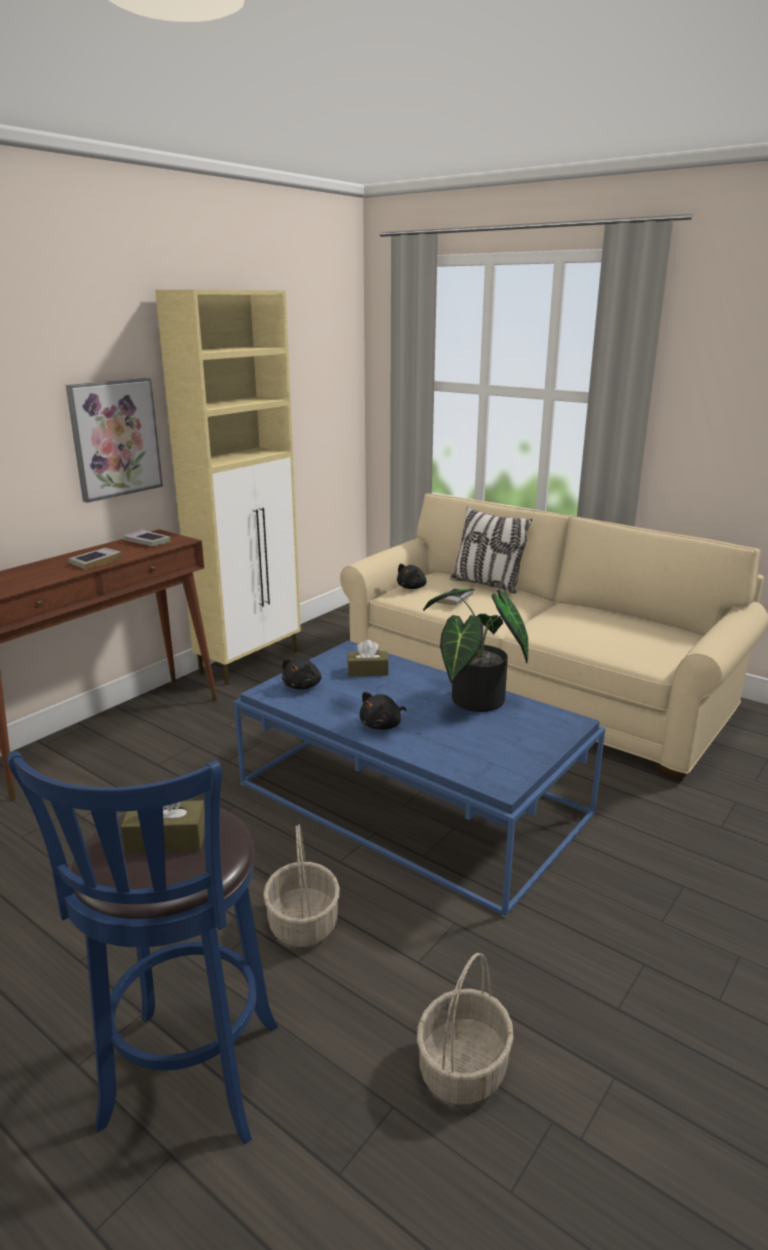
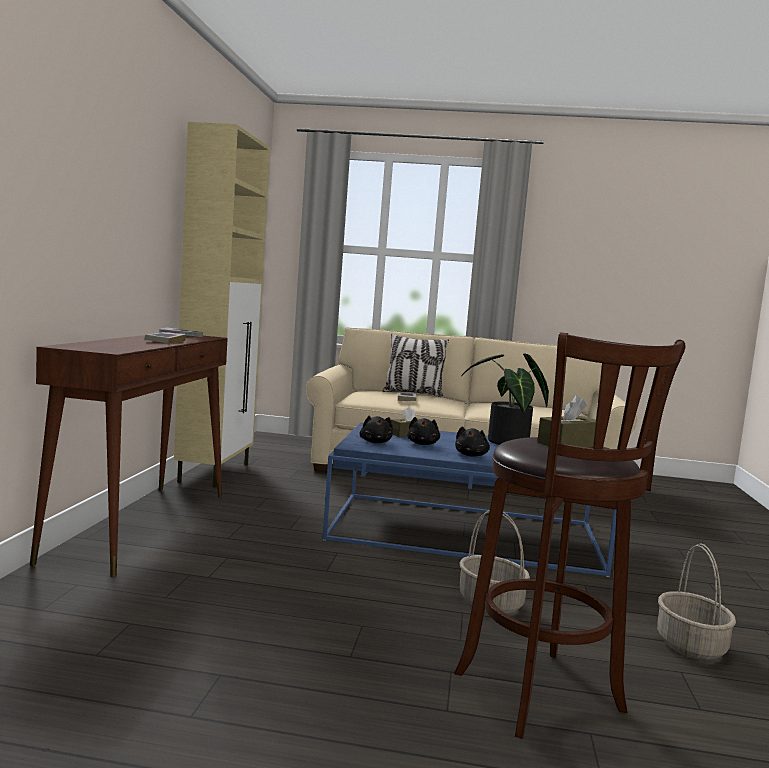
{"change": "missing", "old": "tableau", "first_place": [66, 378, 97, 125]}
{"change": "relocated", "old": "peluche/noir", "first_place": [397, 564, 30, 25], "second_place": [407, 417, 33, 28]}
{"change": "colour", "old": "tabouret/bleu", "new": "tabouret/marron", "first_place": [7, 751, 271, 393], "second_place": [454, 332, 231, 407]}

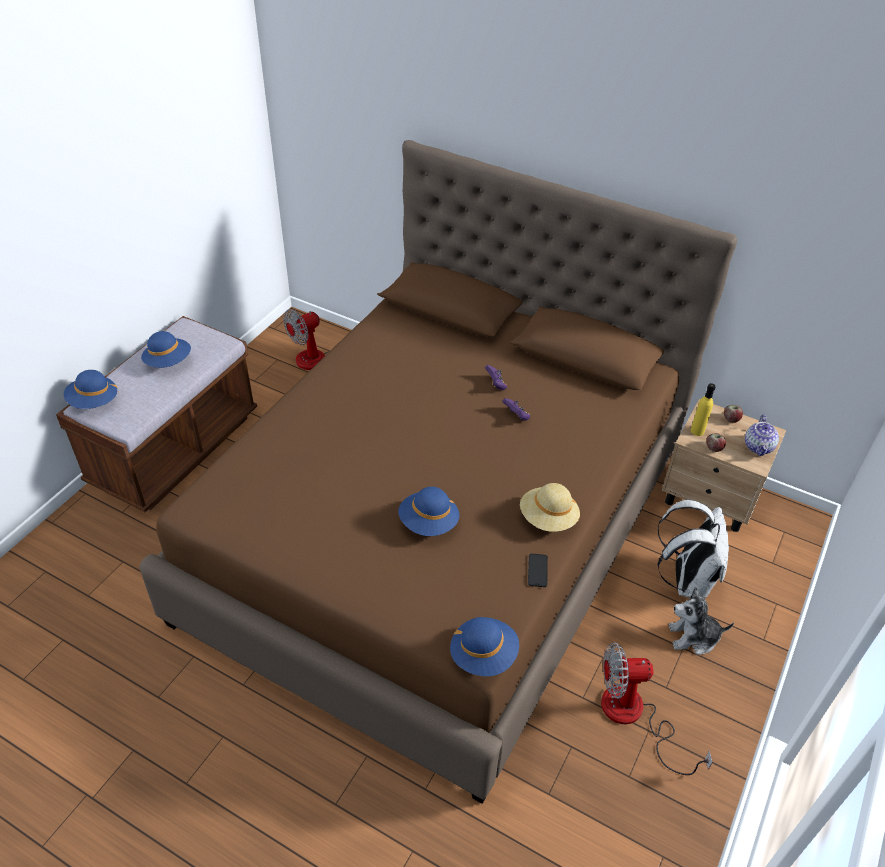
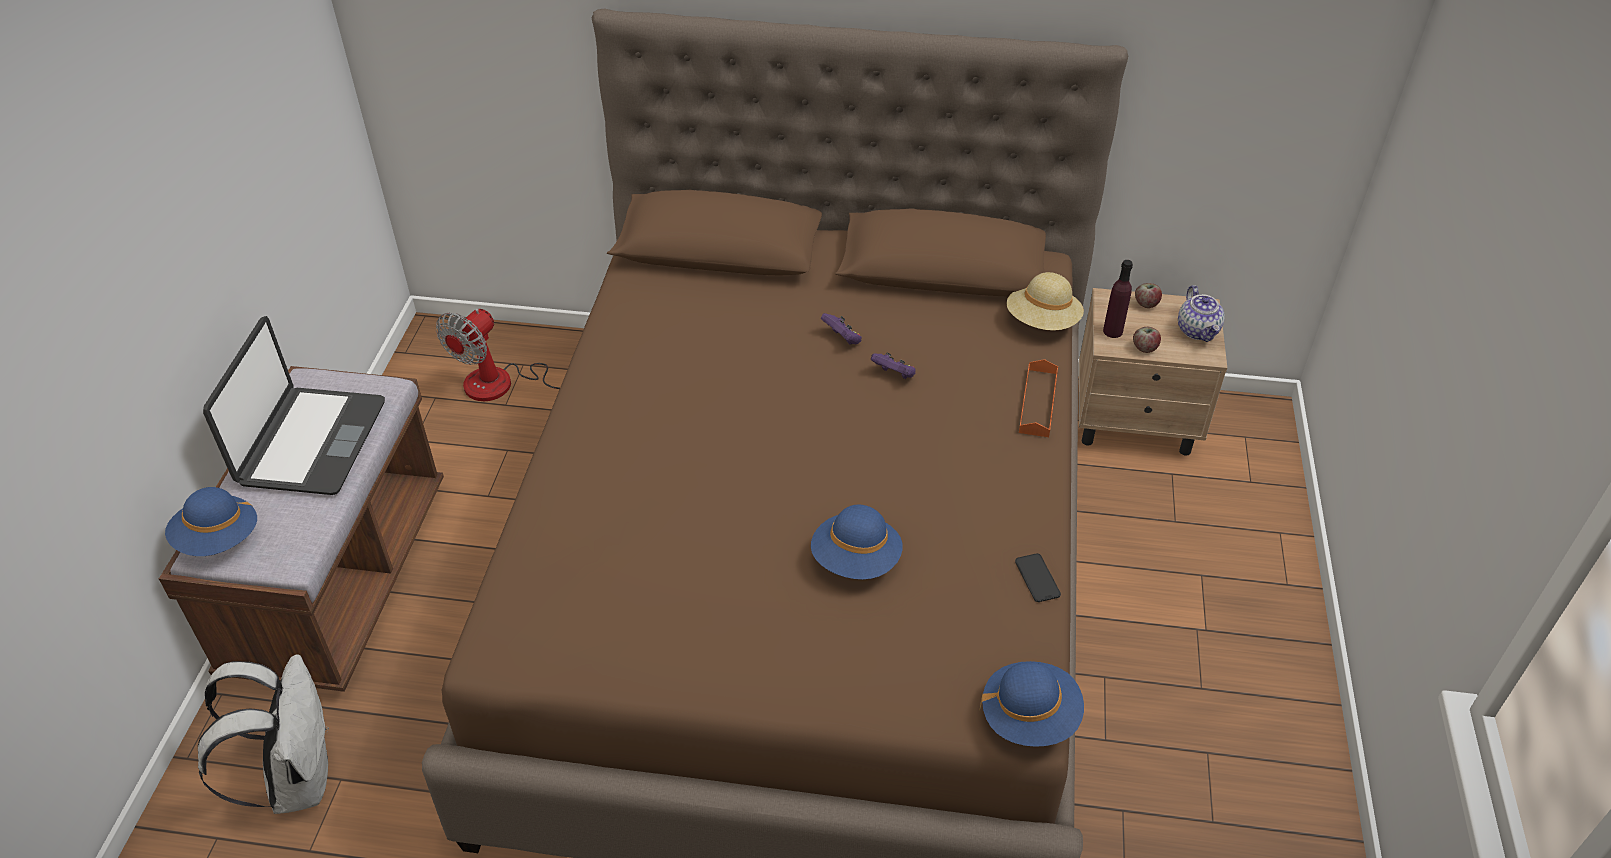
{"change": "exchanged", "old": "chapeau/bleu", "new": "ordinateur portable", "first_place": [141, 331, 50, 37], "second_place": [203, 316, 182, 179]}
{"change": "colour", "old": "bouteille/jaune", "new": "bouteille/violet", "first_place": [691, 383, 24, 53], "second_place": [1103, 260, 30, 78]}
{"change": "relocated", "old": "chapeau/beige", "first_place": [520, 483, 60, 49], "second_place": [1006, 272, 78, 59]}
{"change": "relocated", "old": "sac à dos/blanc", "first_place": [657, 500, 72, 98], "second_place": [198, 654, 131, 160]}
{"change": "missing", "old": "peluche", "first_place": [669, 587, 65, 68]}
{"change": "missing", "old": "ventilateur", "first_place": [601, 642, 111, 133]}
{"change": "appeared", "new": "plateau/orange", "second_place": [1019, 359, 39, 78]}

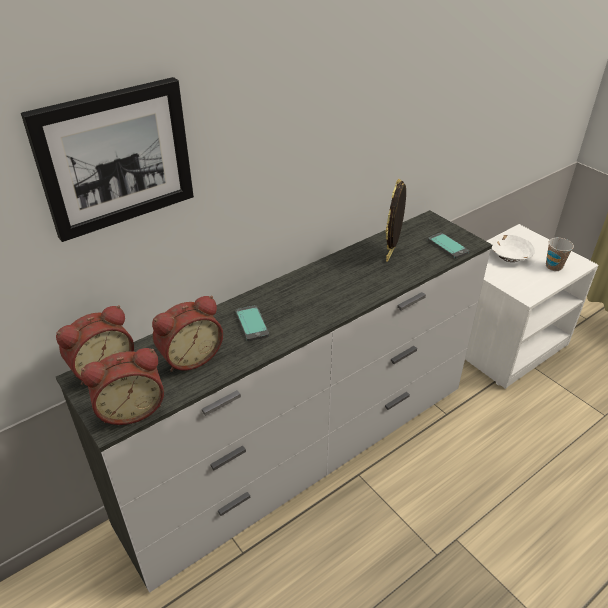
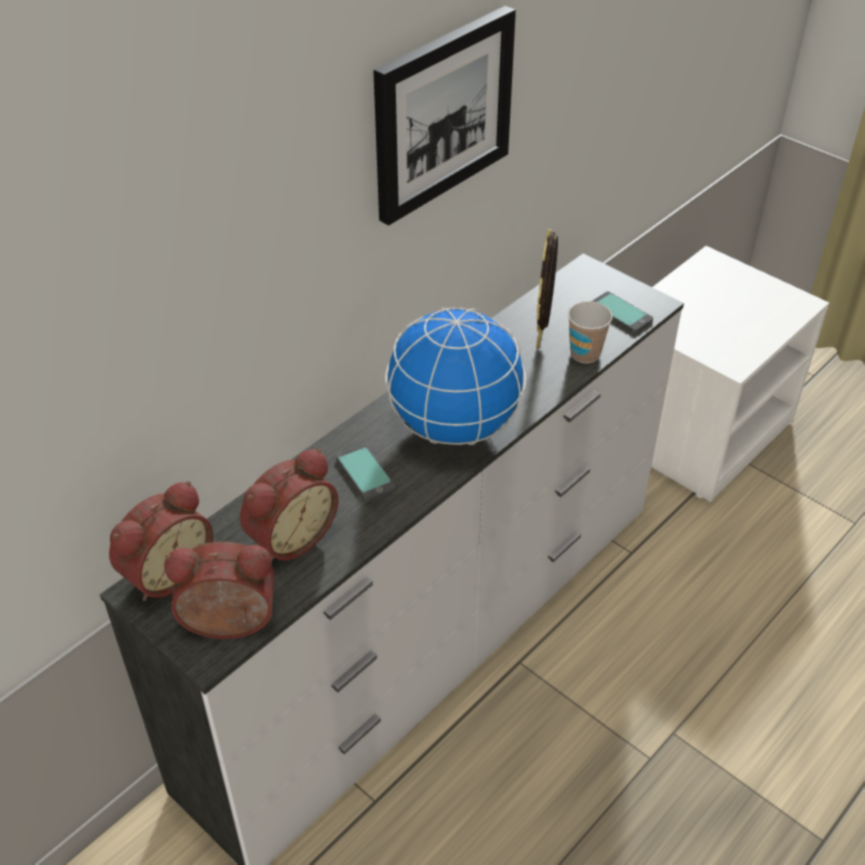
{"change": "relocated", "old": "tableau", "first_place": [21, 77, 173, 165], "second_place": [373, 6, 143, 220]}
{"change": "missing", "old": "bol/blanc", "first_place": [490, 235, 45, 27]}
{"change": "relocated", "old": "tasse", "first_place": [546, 238, 28, 33], "second_place": [568, 301, 45, 62]}
{"change": "spun", "old": "réveil", "first_place": [81, 348, 83, 77], "second_place": [164, 542, 110, 97], "degrees": -150}
{"change": "appeared", "new": "globe", "second_place": [385, 307, 141, 138]}

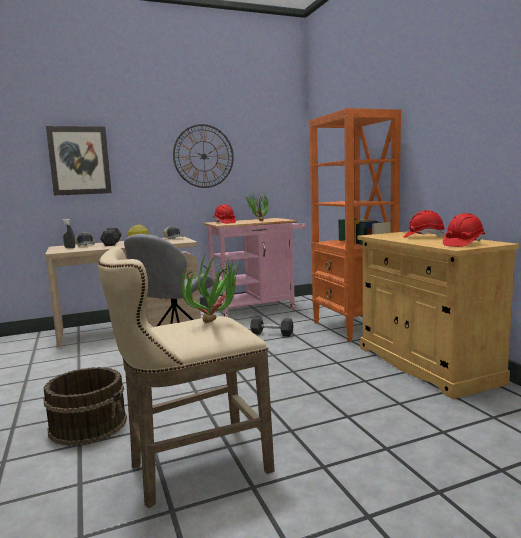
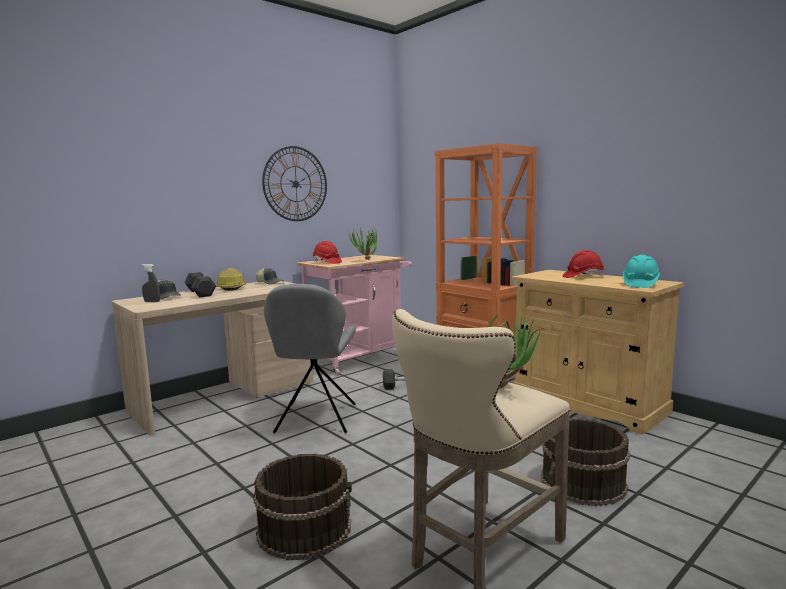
{"change": "missing", "old": "tableau", "first_place": [46, 126, 66, 70]}
{"change": "colour", "old": "casque de chantier/rouge", "new": "casque de chantier/turquoise", "first_place": [443, 213, 42, 34], "second_place": [623, 255, 37, 33]}
{"change": "appeared", "new": "seau/marron", "second_place": [541, 418, 89, 88]}

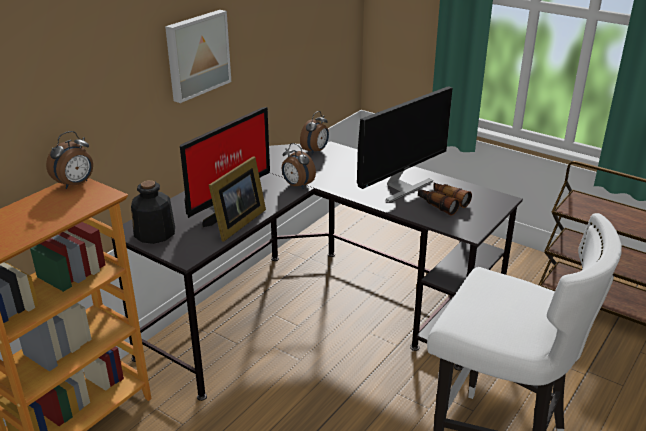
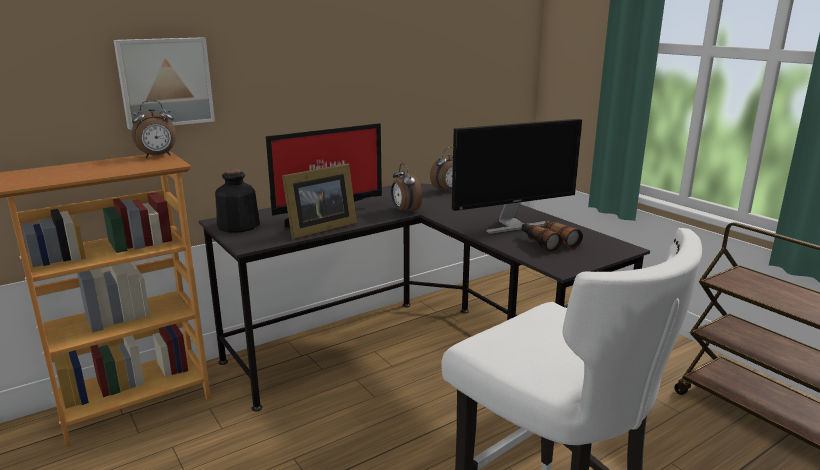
{"change": "relocated", "old": "tableau", "first_place": [165, 10, 66, 93], "second_place": [113, 37, 102, 93]}

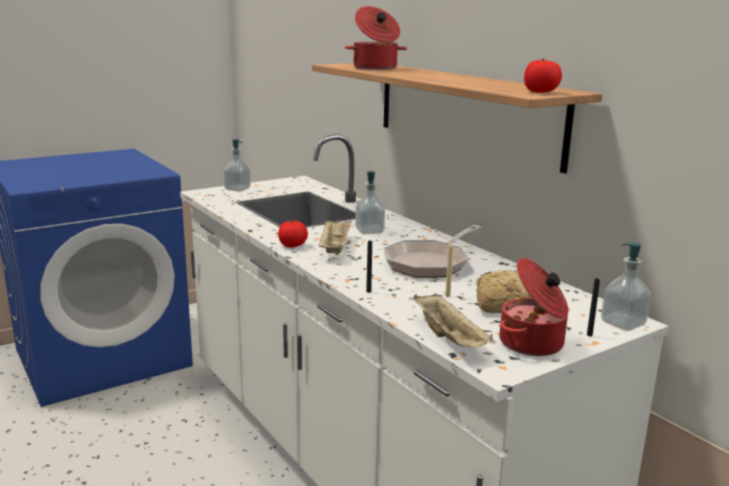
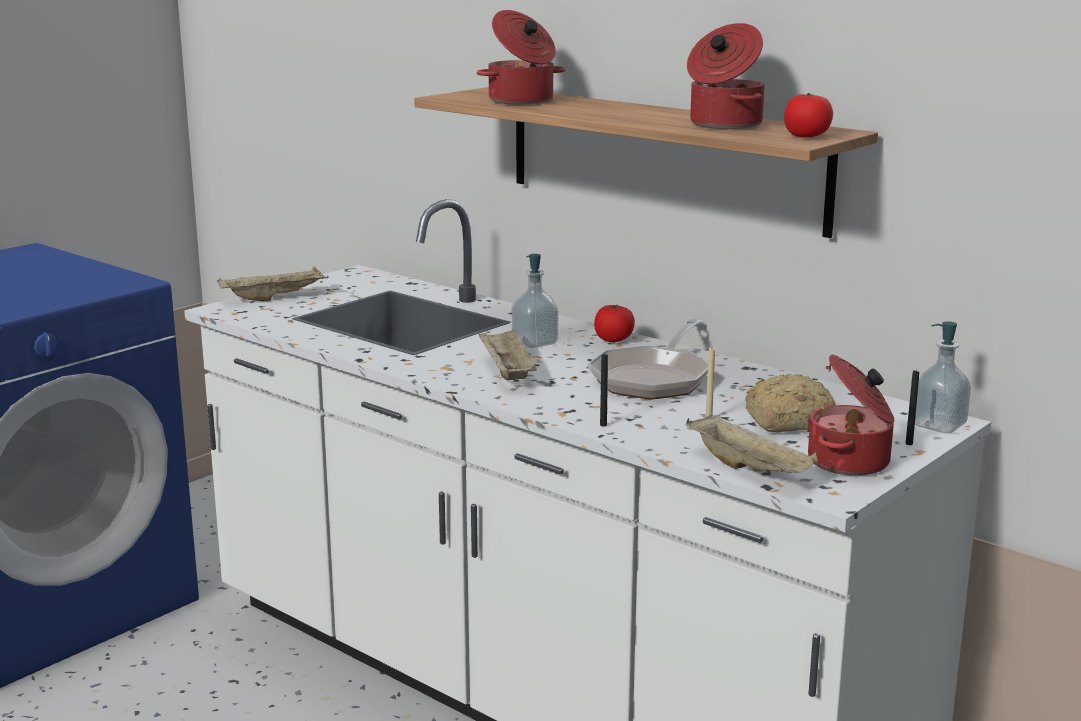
{"change": "exchanged", "old": "distributeur de savon", "new": "plateau/beige", "first_place": [224, 139, 27, 53], "second_place": [217, 266, 112, 35]}
{"change": "relocated", "old": "tomate", "first_place": [278, 220, 30, 27], "second_place": [594, 305, 41, 37]}
{"change": "appeared", "new": "marmite", "second_place": [687, 23, 78, 106]}

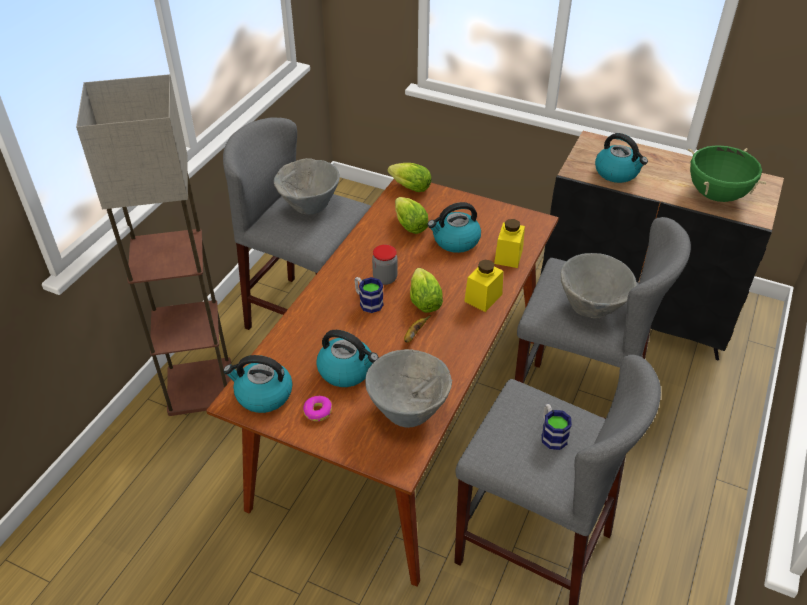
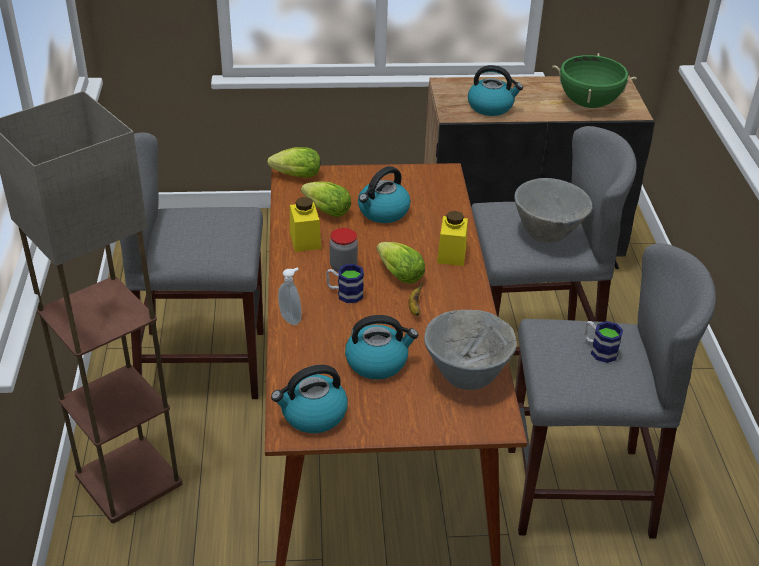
{"change": "missing", "old": "bol/gris", "first_place": [274, 158, 66, 57]}
{"change": "relocated", "old": "bocal/jaune", "first_place": [494, 219, 31, 49], "second_place": [290, 197, 31, 55]}
{"change": "missing", "old": "beignet", "first_place": [303, 396, 29, 25]}
{"change": "appeared", "new": "distributeur de savon", "second_place": [278, 268, 23, 57]}

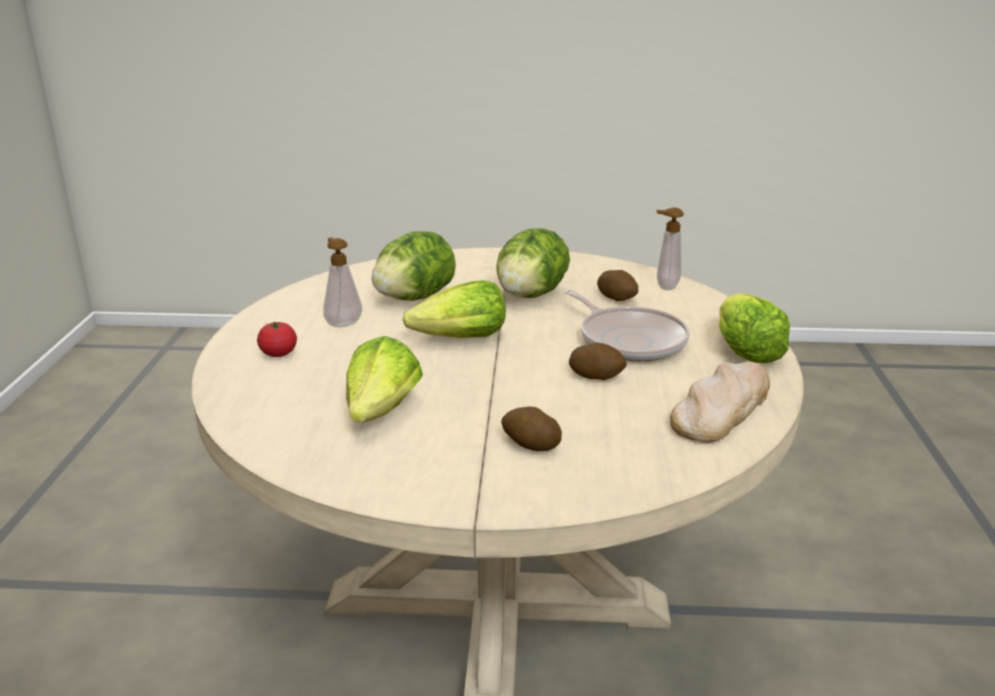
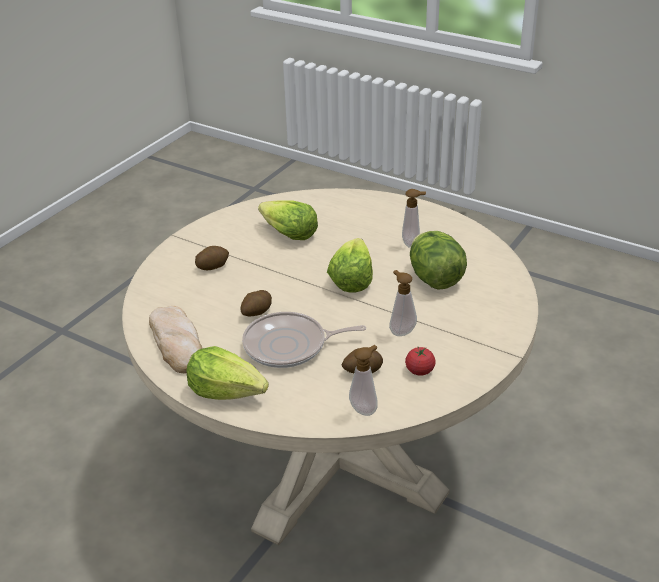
{"change": "exchanged", "old": "laitue", "new": "distributeur de savon", "first_place": [496, 228, 74, 70], "second_place": [389, 270, 28, 66]}
{"change": "relocated", "old": "tomate", "first_place": [257, 322, 40, 35], "second_place": [405, 347, 31, 29]}

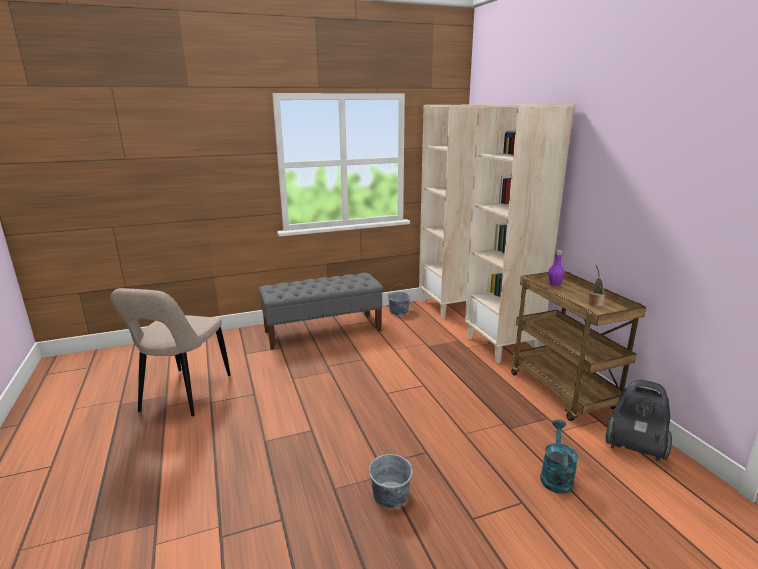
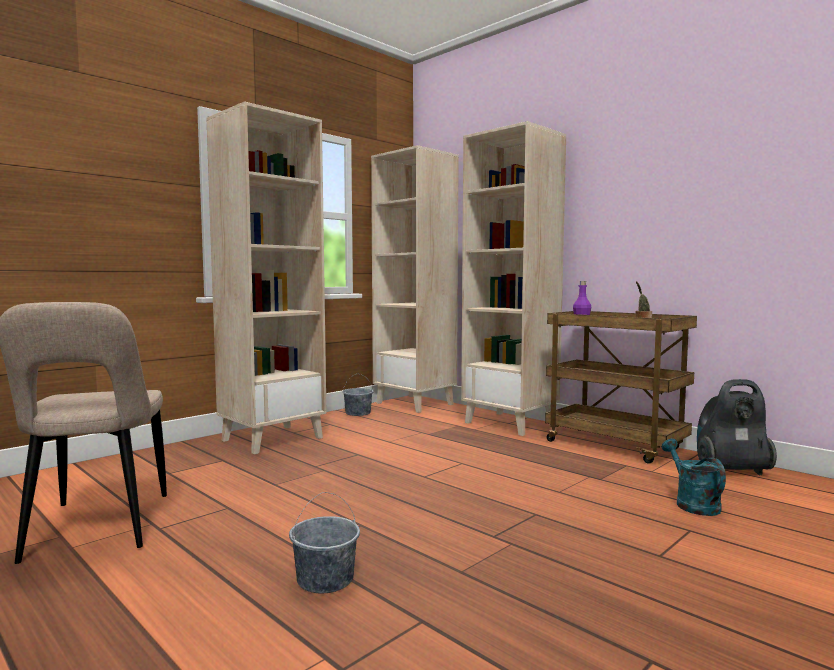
{"change": "exchanged", "old": "banc/gris", "new": "bibliothèque/beige", "first_place": [258, 273, 125, 77], "second_place": [206, 101, 121, 353]}
{"change": "relocated", "old": "seau/gris", "first_place": [369, 448, 44, 60], "second_place": [289, 492, 71, 102]}

